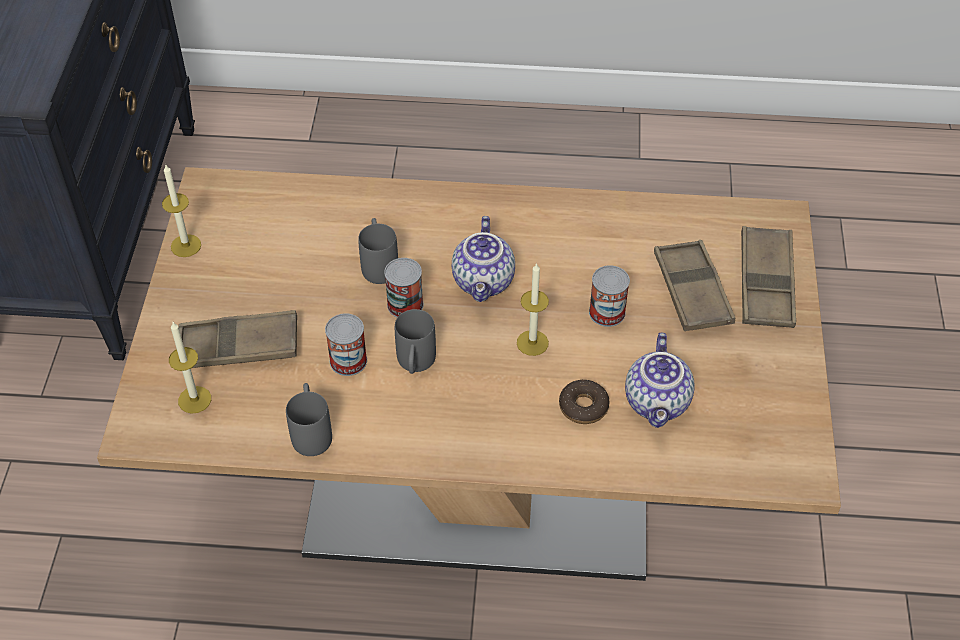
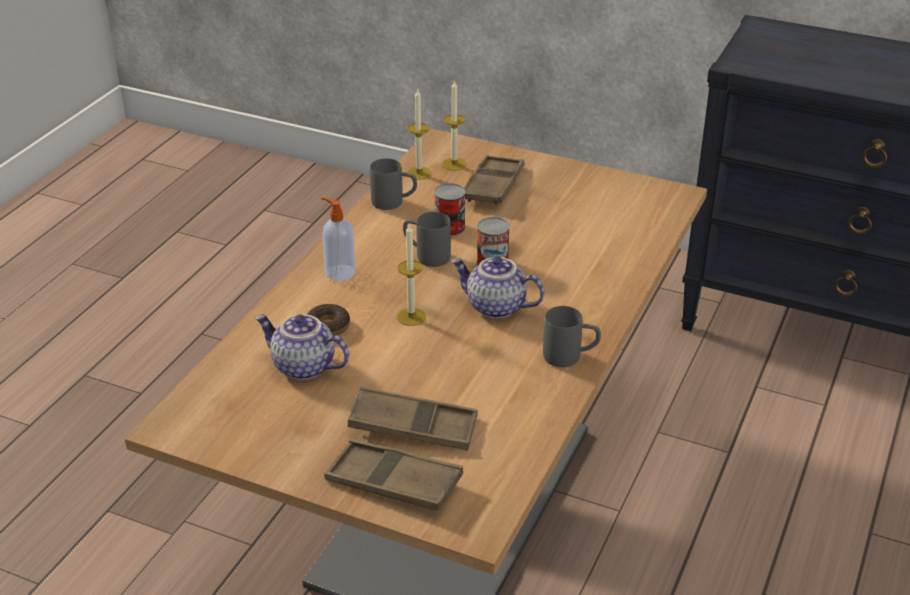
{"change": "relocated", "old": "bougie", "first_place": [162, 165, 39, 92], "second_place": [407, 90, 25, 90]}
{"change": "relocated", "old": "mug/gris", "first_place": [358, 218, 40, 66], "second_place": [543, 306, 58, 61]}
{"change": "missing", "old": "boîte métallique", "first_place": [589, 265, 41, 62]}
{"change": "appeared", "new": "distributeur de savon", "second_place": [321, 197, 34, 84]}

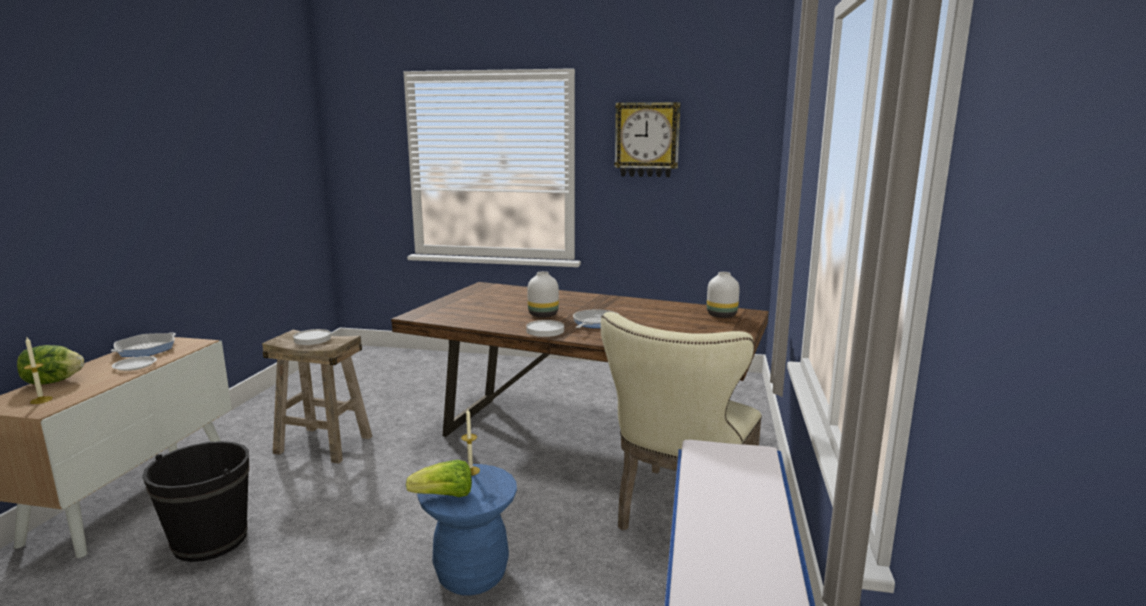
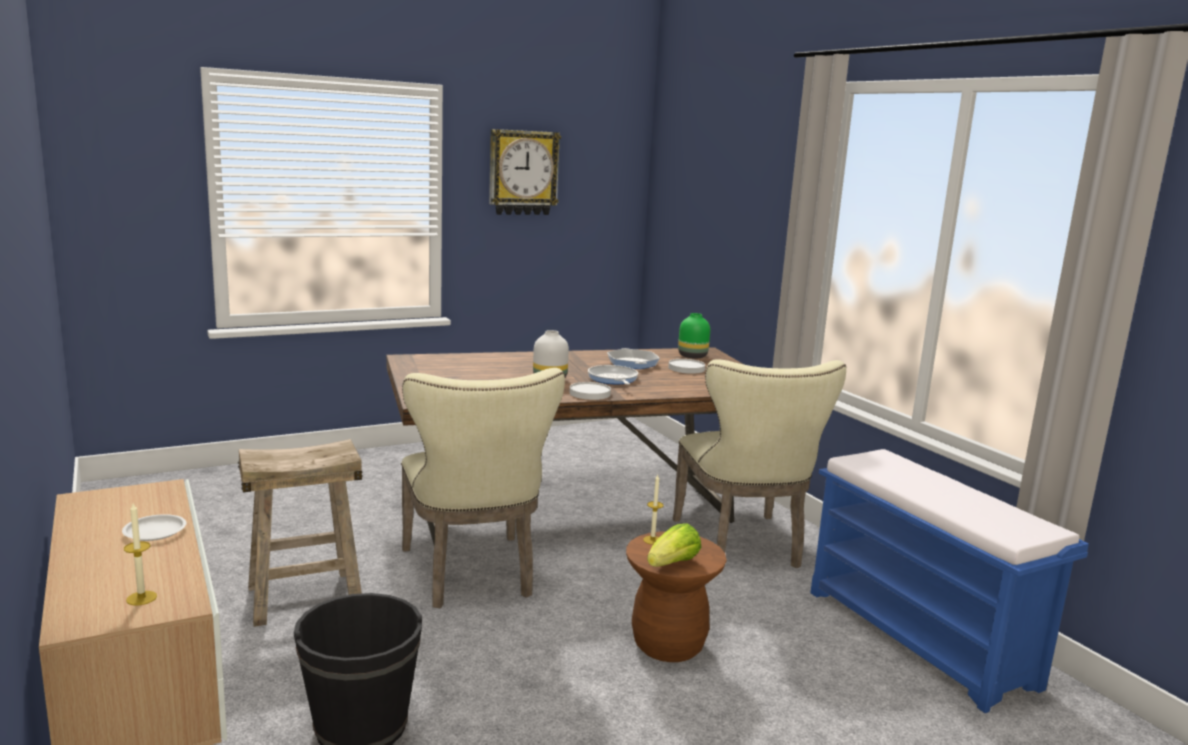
{"change": "colour", "old": "vase/blanc", "new": "vase/vert", "first_place": [707, 272, 33, 46], "second_place": [678, 313, 32, 45]}
{"change": "relocated", "old": "assiette/blanc", "first_place": [293, 329, 38, 16], "second_place": [668, 359, 37, 15]}
{"change": "relocated", "old": "poêle", "first_place": [111, 333, 65, 24], "second_place": [607, 348, 53, 21]}
{"change": "missing", "old": "laitue", "first_place": [17, 345, 67, 40]}
{"change": "colour", "old": "tabouret/bleu", "new": "tabouret/marron", "first_place": [417, 464, 100, 131], "second_place": [626, 531, 101, 131]}
{"change": "appeared", "new": "chaise/beige", "second_place": [401, 368, 164, 240]}

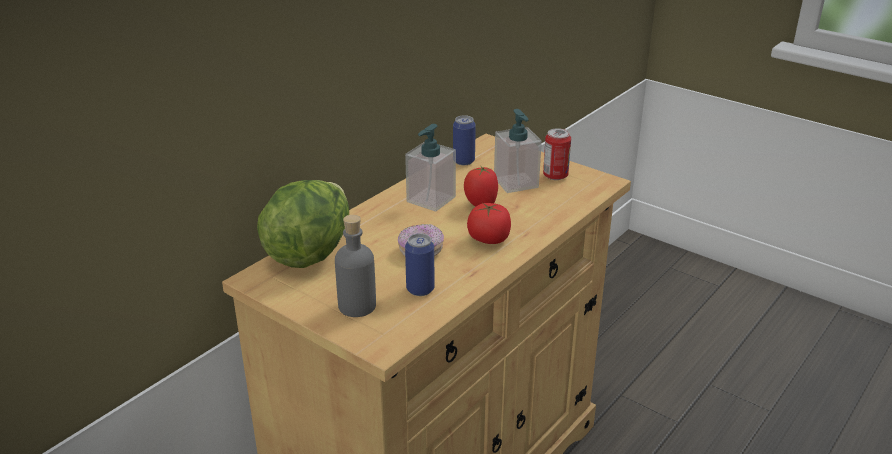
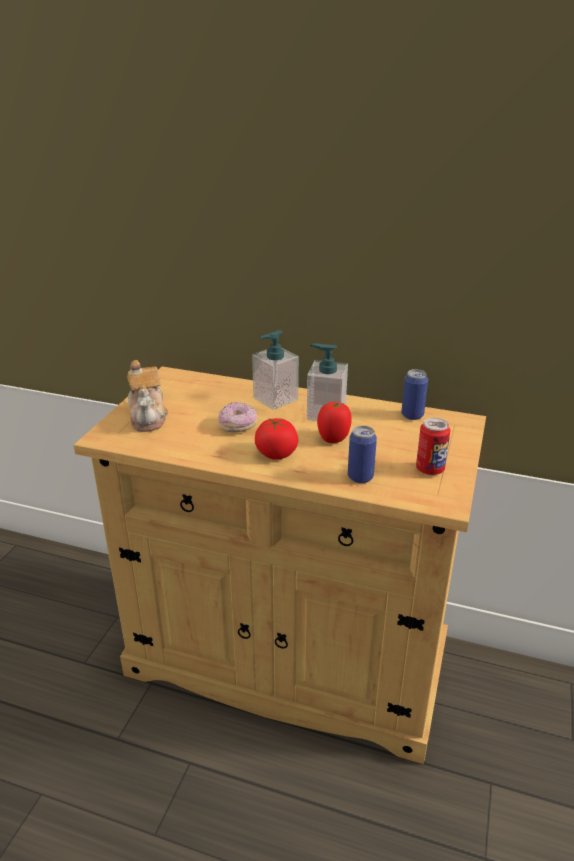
{"change": "relocated", "old": "distributeur de savon", "first_place": [494, 109, 48, 84], "second_place": [252, 330, 47, 80]}
{"change": "missing", "old": "laitue", "first_place": [257, 180, 92, 88]}
{"change": "exchanged", "old": "bouteille/gris", "new": "théière", "first_place": [335, 215, 41, 102], "second_place": [127, 360, 41, 72]}
{"change": "relocated", "old": "boîte métallique", "first_place": [405, 233, 30, 63], "second_place": [348, 425, 29, 59]}

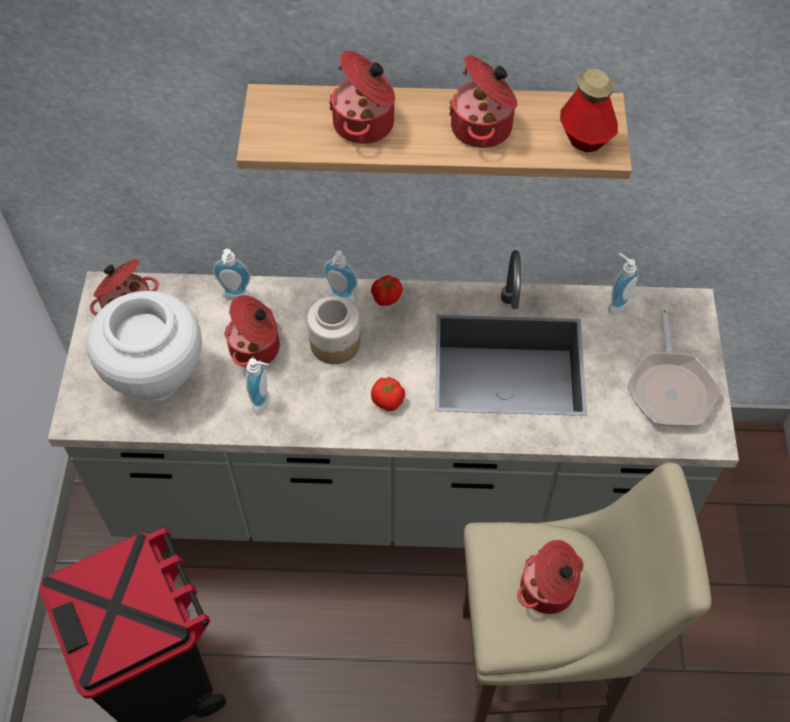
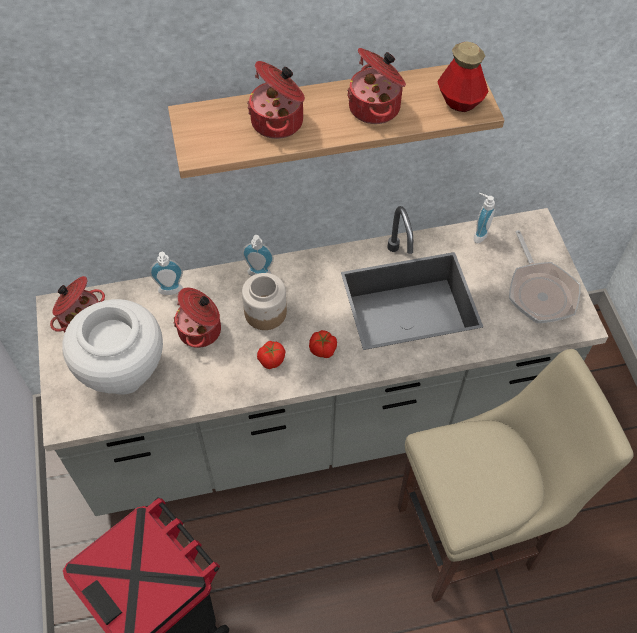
{"change": "relocated", "old": "tomate", "first_place": [371, 275, 32, 31], "second_place": [257, 341, 28, 28]}
{"change": "missing", "old": "distributeur de savon", "first_place": [246, 358, 23, 57]}
{"change": "missing", "old": "marmite", "first_place": [517, 540, 67, 74]}

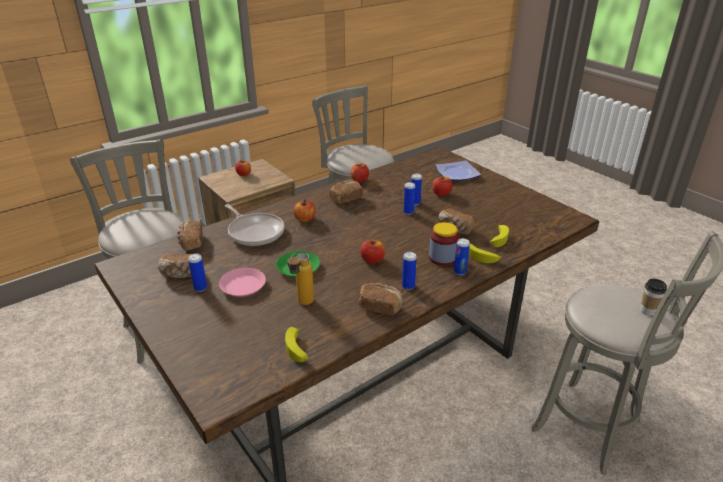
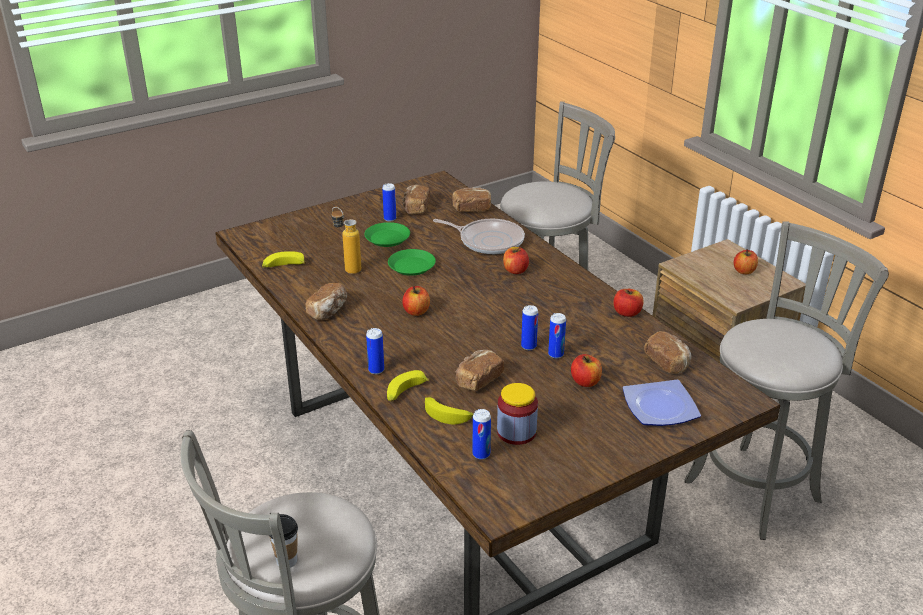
{"change": "relocated", "old": "pain", "first_place": [330, 180, 33, 24], "second_place": [644, 331, 47, 43]}
{"change": "spun", "old": "poêle", "first_place": [225, 204, 59, 42], "second_place": [433, 219, 92, 35], "degrees": -120}
{"change": "relocated", "old": "bocal", "first_place": [429, 222, 30, 44], "second_place": [497, 383, 41, 62]}
{"change": "relocated", "old": "boîte métallique", "first_place": [402, 252, 15, 38], "second_place": [472, 409, 19, 51]}
{"change": "colour", "old": "assiette/rose", "new": "assiette/vert", "first_place": [219, 268, 47, 29], "second_place": [364, 222, 46, 25]}

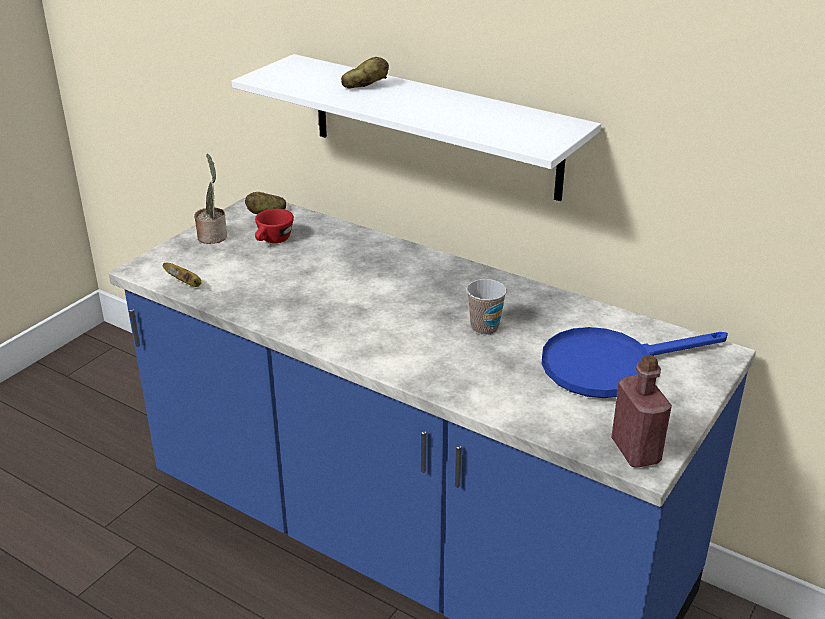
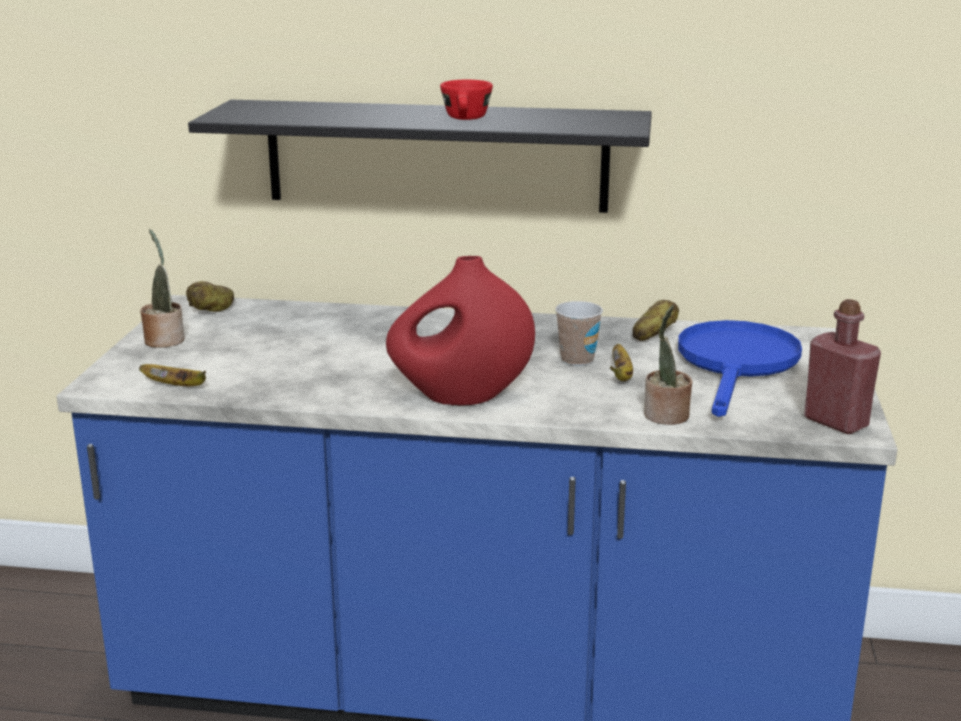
{"change": "colour", "old": "étagère/blanc", "new": "étagère/noir", "first_place": [232, 54, 369, 147], "second_place": [188, 100, 464, 113]}
{"change": "relocated", "old": "pomme de terre", "first_place": [341, 57, 48, 32], "second_place": [633, 300, 46, 41]}
{"change": "relocated", "old": "tasse/rouge", "first_place": [255, 209, 39, 34], "second_place": [440, 80, 53, 40]}
{"change": "spun", "old": "poêle/bleu", "first_place": [542, 327, 186, 71], "second_place": [678, 320, 124, 97], "degrees": 150}
{"change": "appeared", "new": "vase/rouge", "second_place": [386, 256, 149, 150]}
{"change": "appeared", "new": "plante en pot", "second_place": [644, 305, 48, 120]}
{"change": "appeared", "new": "banane", "second_place": [610, 344, 23, 37]}

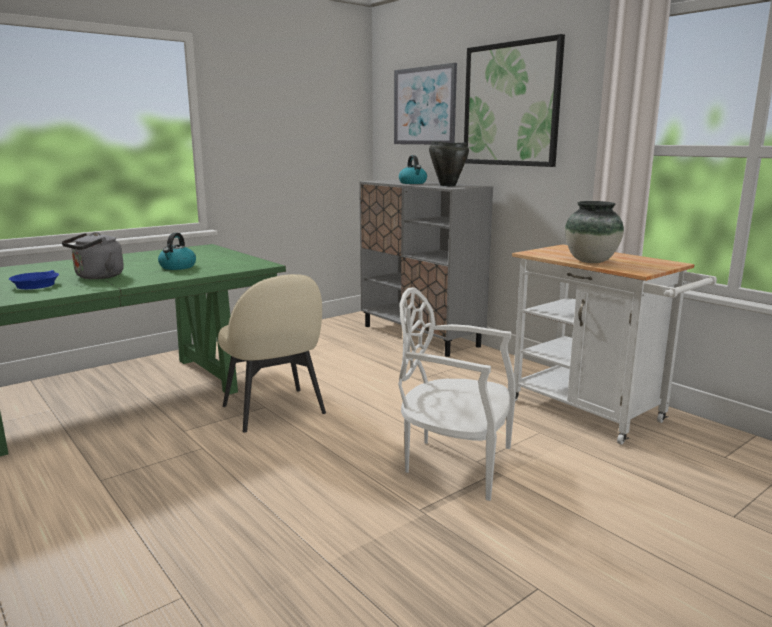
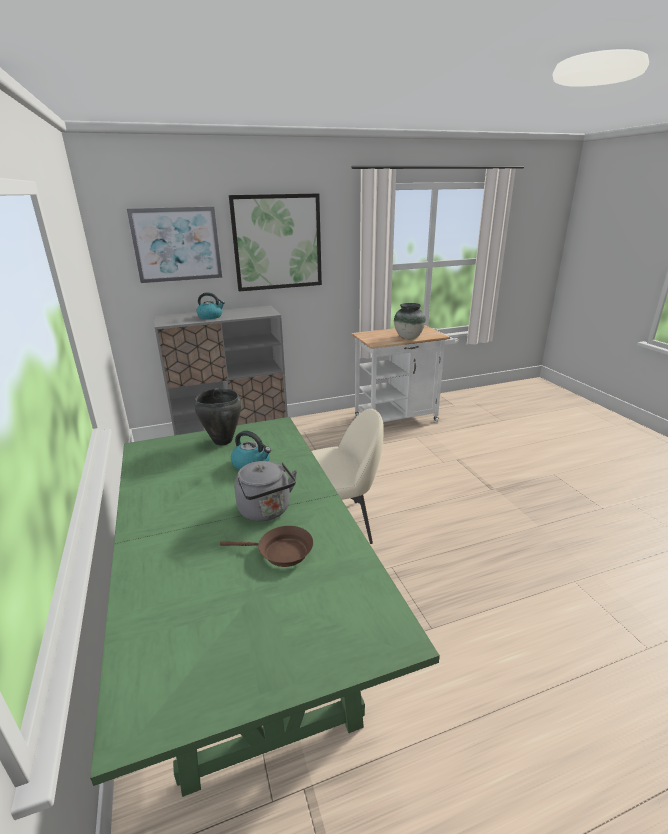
{"change": "relocated", "old": "marmite/noir", "first_place": [429, 141, 40, 45], "second_place": [194, 388, 48, 57]}
{"change": "colour", "old": "poêle/bleu", "new": "poêle/marron", "first_place": [9, 270, 50, 19], "second_place": [220, 526, 93, 41]}
{"change": "missing", "old": "chaise/blanc", "first_place": [398, 287, 118, 214]}

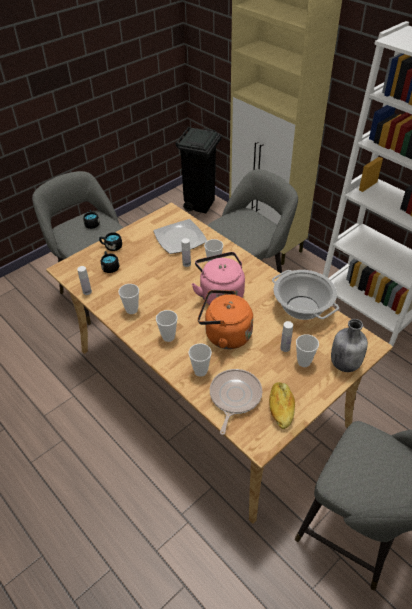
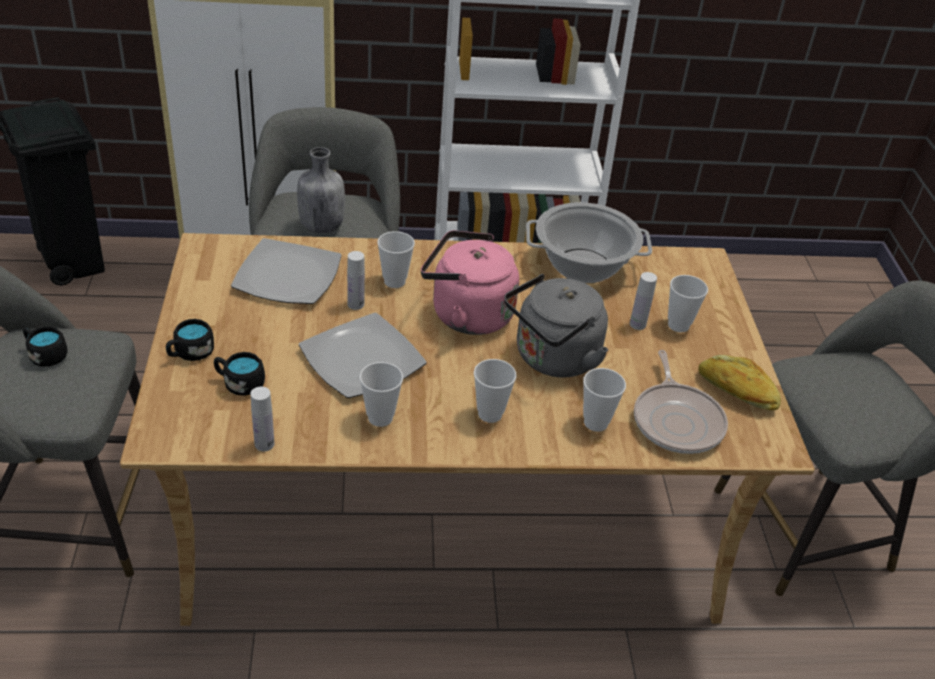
{"change": "colour", "old": "bouilloire/orange", "new": "bouilloire/gris", "first_place": [198, 290, 55, 59], "second_place": [504, 274, 104, 104]}
{"change": "relocated", "old": "bouteille/gris", "first_place": [331, 319, 37, 53], "second_place": [297, 147, 48, 86]}
{"change": "spun", "old": "poêle", "first_place": [210, 369, 52, 66], "second_place": [634, 350, 94, 104], "degrees": -150}
{"change": "appeared", "new": "assiette", "second_place": [299, 313, 128, 85]}

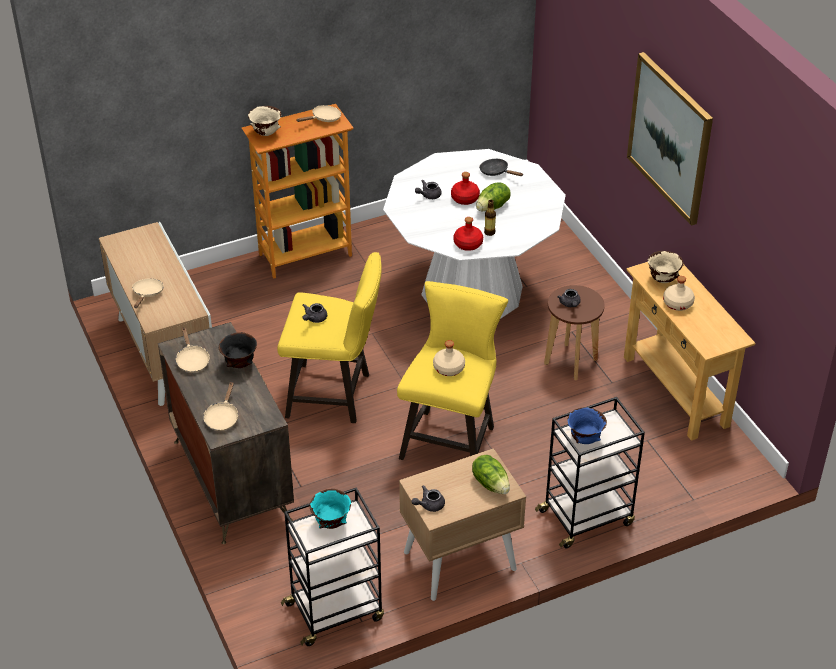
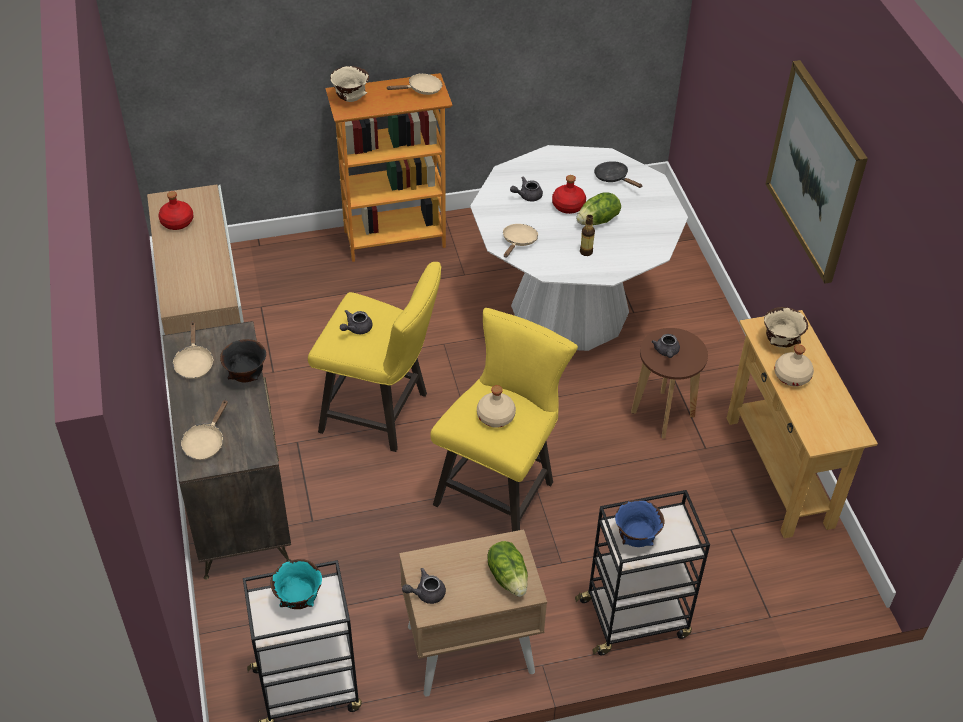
{"change": "relocated", "old": "bouteille/rouge", "first_place": [453, 217, 30, 34], "second_place": [158, 191, 35, 39]}
{"change": "relocated", "old": "poêle/beige", "first_place": [132, 279, 32, 29], "second_place": [503, 224, 35, 34]}

